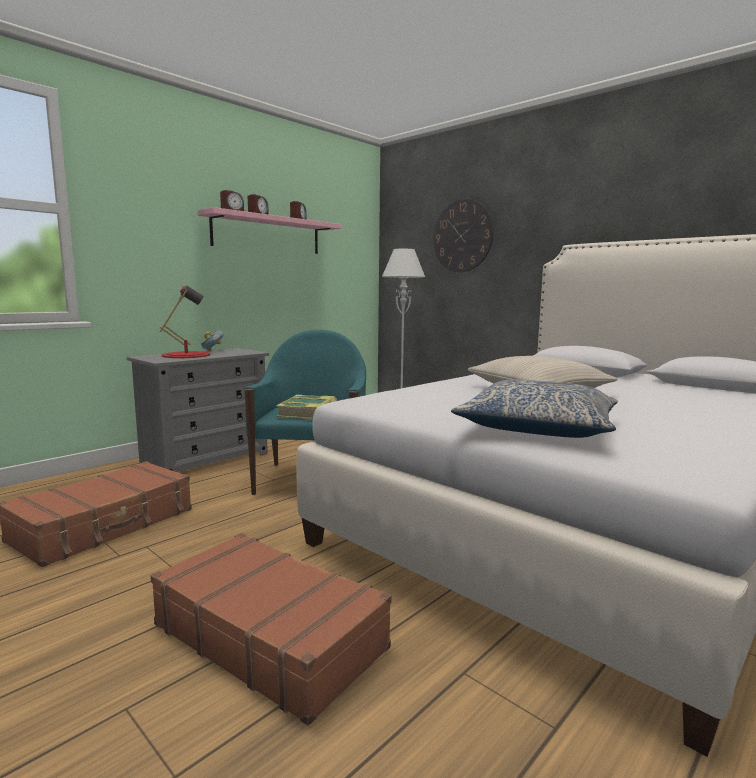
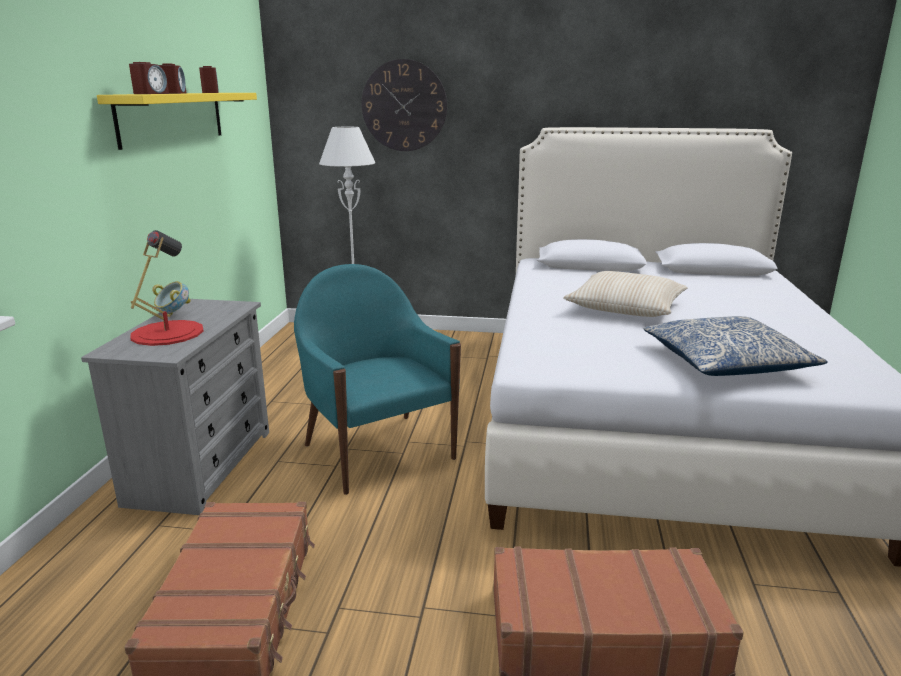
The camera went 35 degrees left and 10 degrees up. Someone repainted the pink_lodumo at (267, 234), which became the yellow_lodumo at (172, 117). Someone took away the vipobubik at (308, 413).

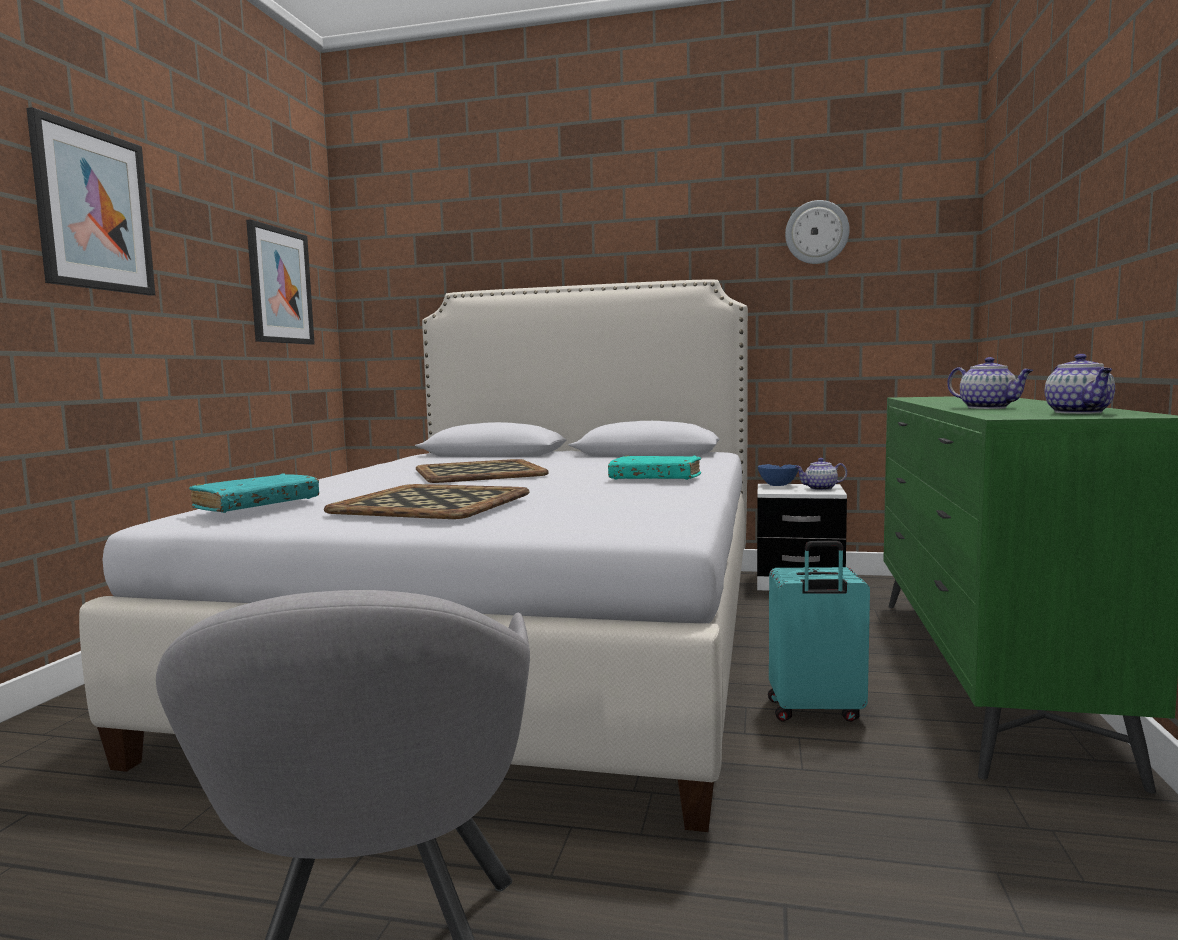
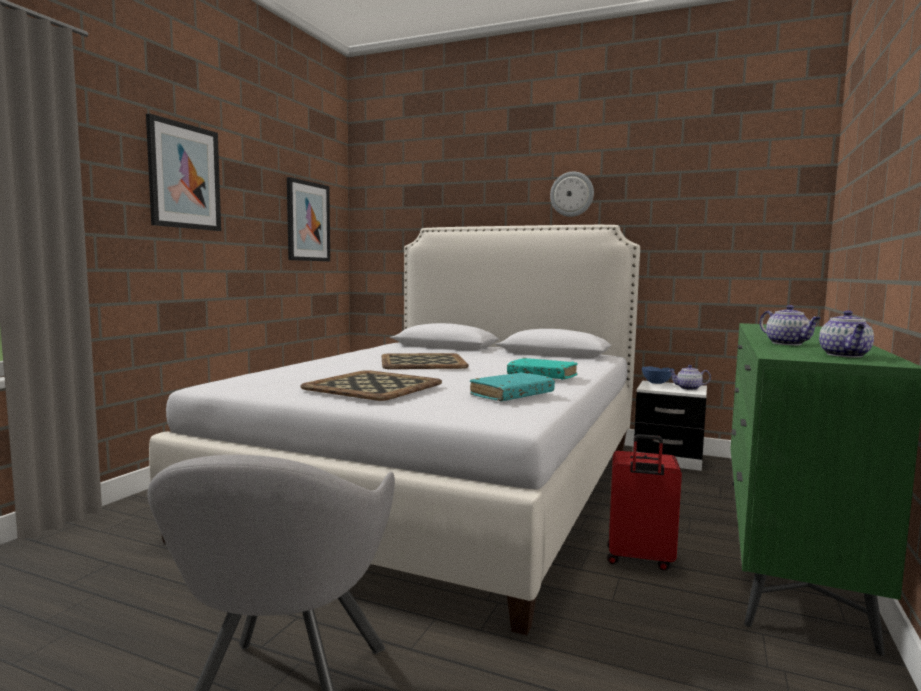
The camera went 10 degrees right and 0 degrees up. Someone carried the turquoise_vipobubik from (257, 505) to (512, 395). Someone repainted the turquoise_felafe at (815, 711), which became the red_felafe at (639, 559). Someone carried the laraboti from (816, 232) to (572, 194).

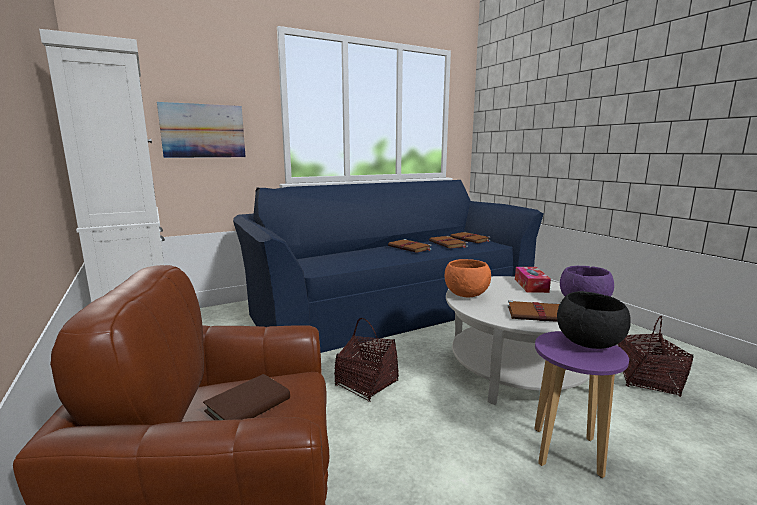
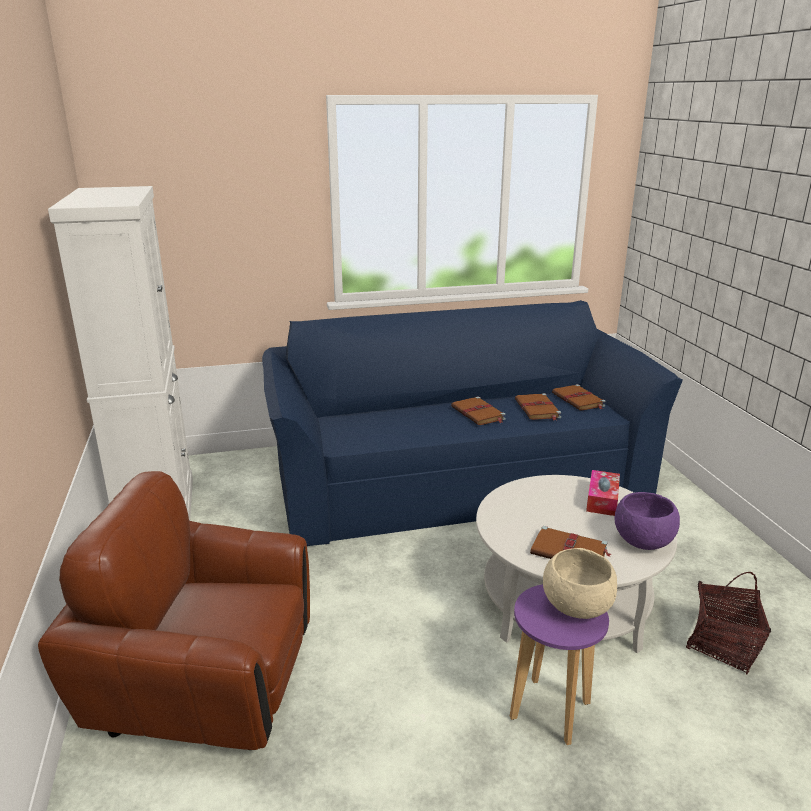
The camera went 15 degrees right and 10 degrees up. Someone took away the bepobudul at (203, 131). Someone took away the brown_vipobubik at (248, 405). Someone took away the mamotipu at (366, 383). Someone took away the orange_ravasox at (466, 295). Someone repainted the black_ravasox at (588, 344), which became the beige_ravasox at (576, 608).

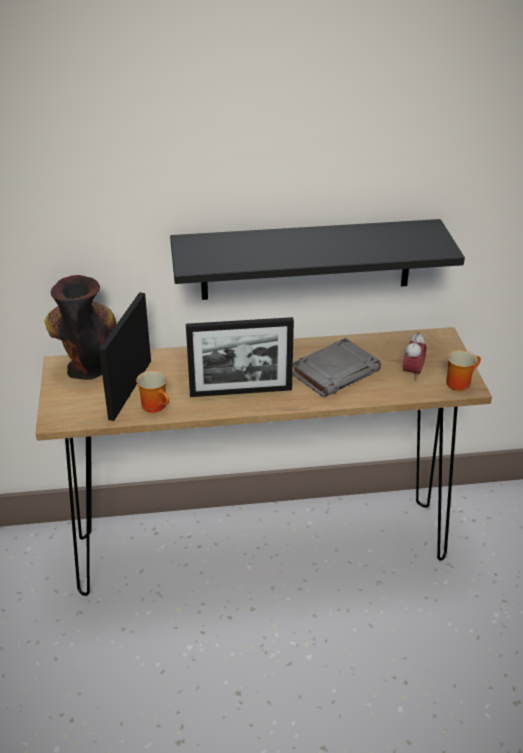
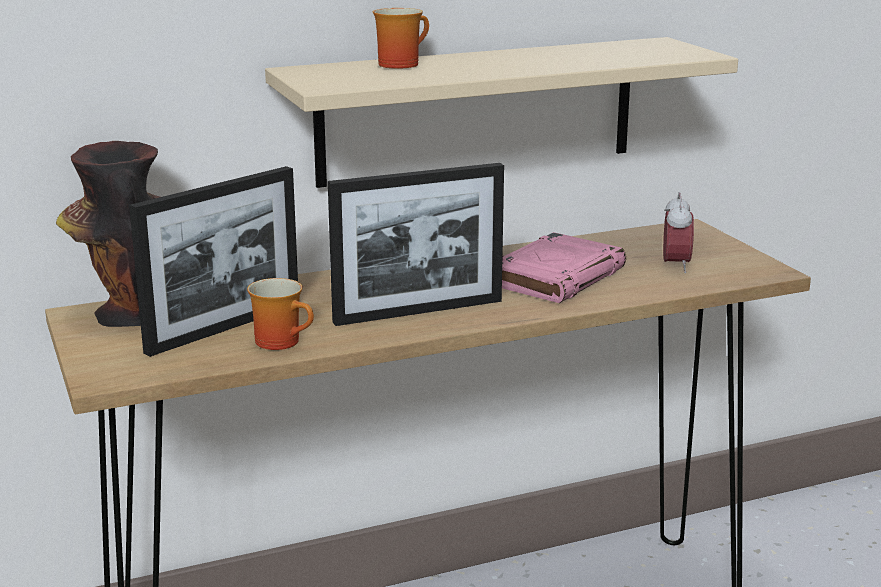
The camera went 15 degrees left and 15 degrees down. Someone rotated the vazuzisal at (130, 389) by 135 degrees counterclockwise. Someone repainted the black_lodumo at (306, 259), which became the beige_lodumo at (478, 110). Someone repainted the grey_vipobubik at (335, 372), which became the pink_vipobubik at (557, 277). Someone carried the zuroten from (459, 382) to (399, 64).

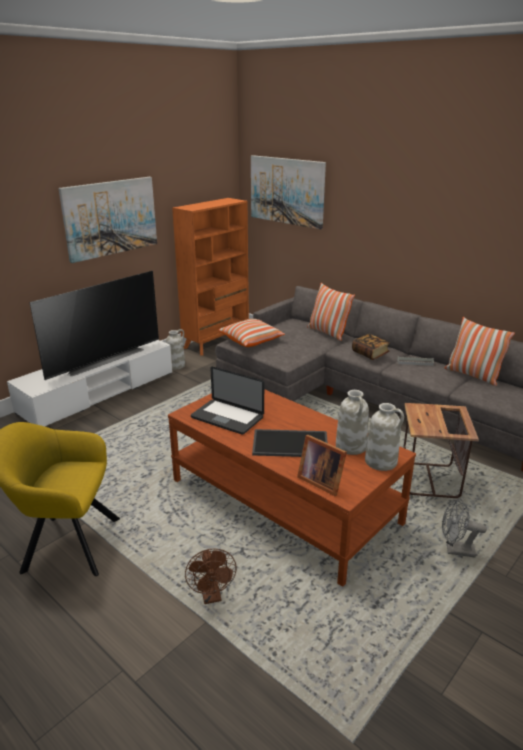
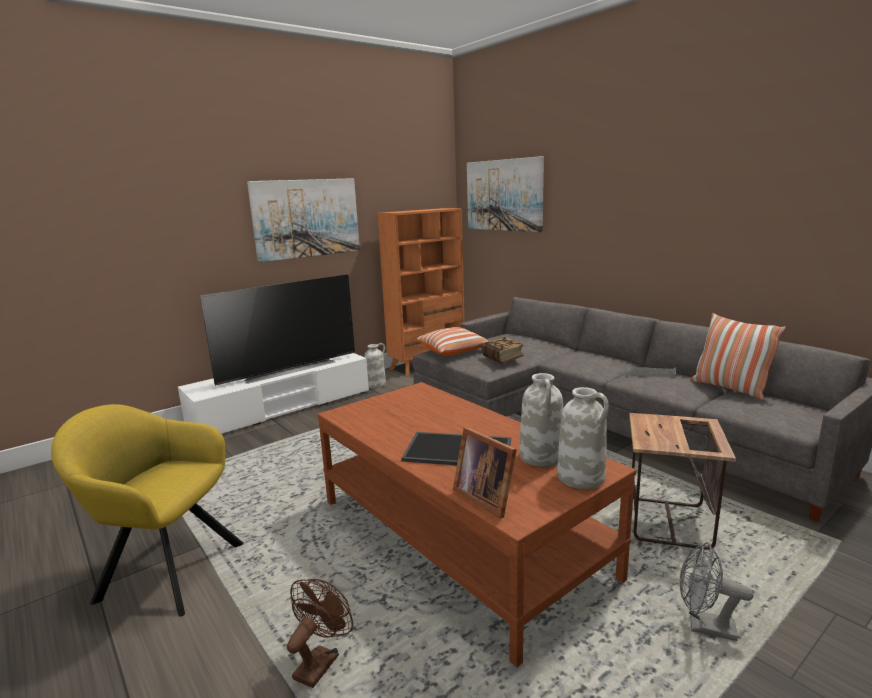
The camera went 10 degrees right and 10 degrees down. Someone rotated the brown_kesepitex at (212, 596) by 150 degrees counterclockwise. Someone took away the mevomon at (227, 417). Someone took away the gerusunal at (327, 333). Someone carried the vipobubik from (370, 353) to (502, 359).

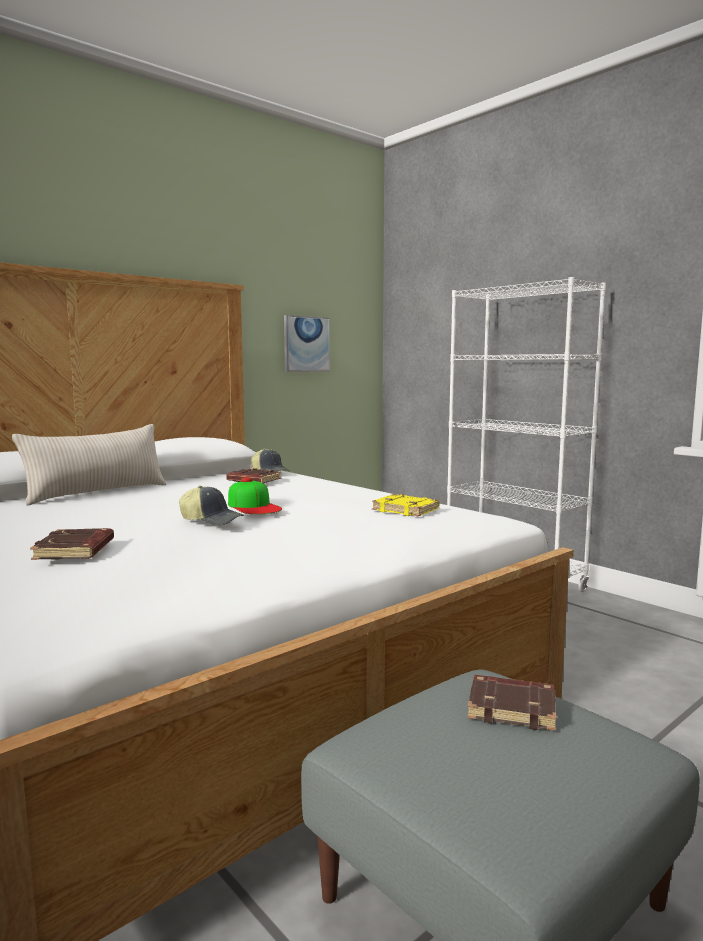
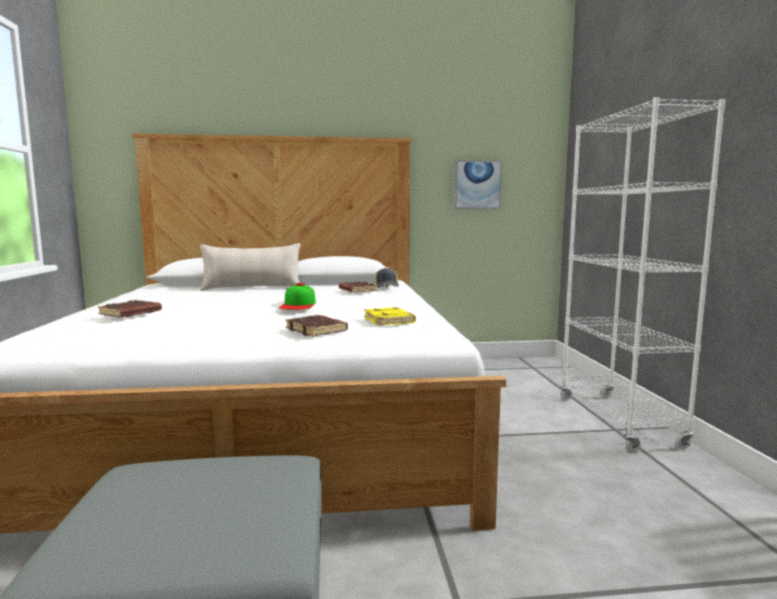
The camera went 35 degrees right and 0 degrees up. Someone took away the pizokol at (212, 520). Someone carried the brown_vipobubik from (513, 708) to (317, 330).

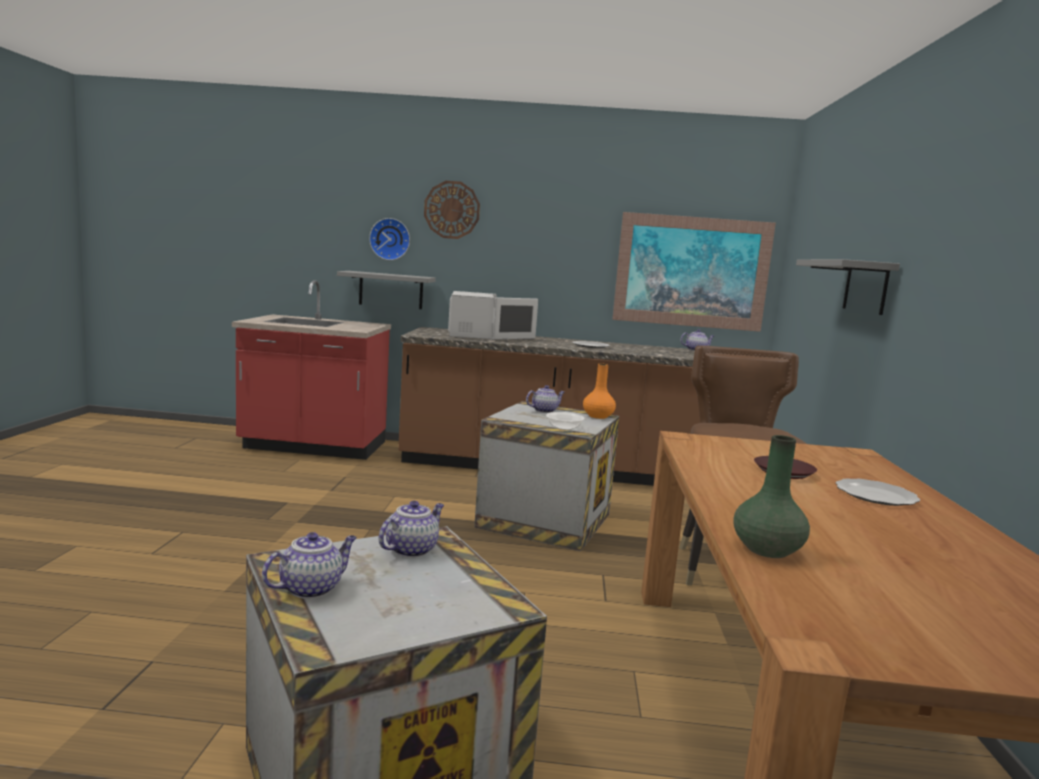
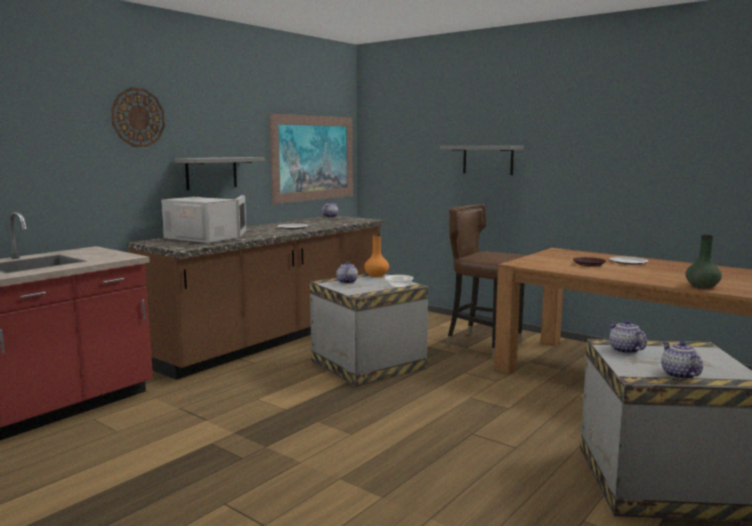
The camera went 55 degrees left and 0 degrees up. Someone carried the grey_lodumo from (391, 290) to (211, 173). Someone took away the laraboti at (390, 239).

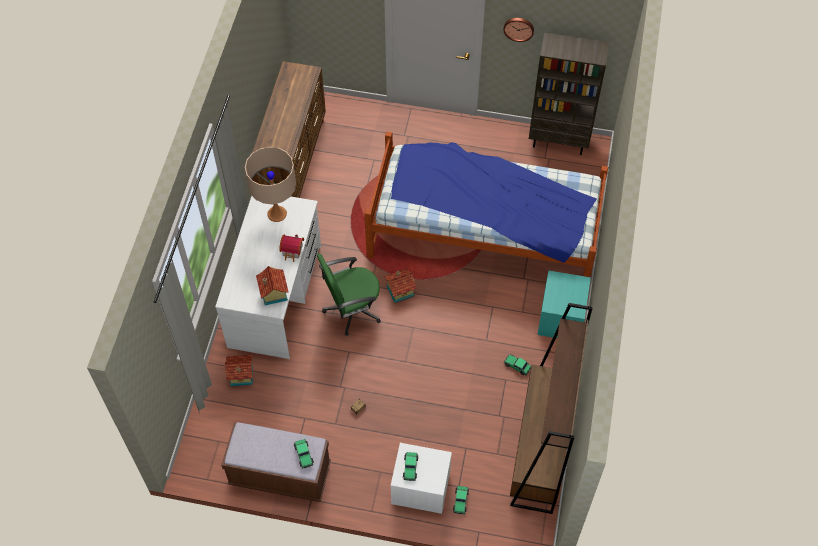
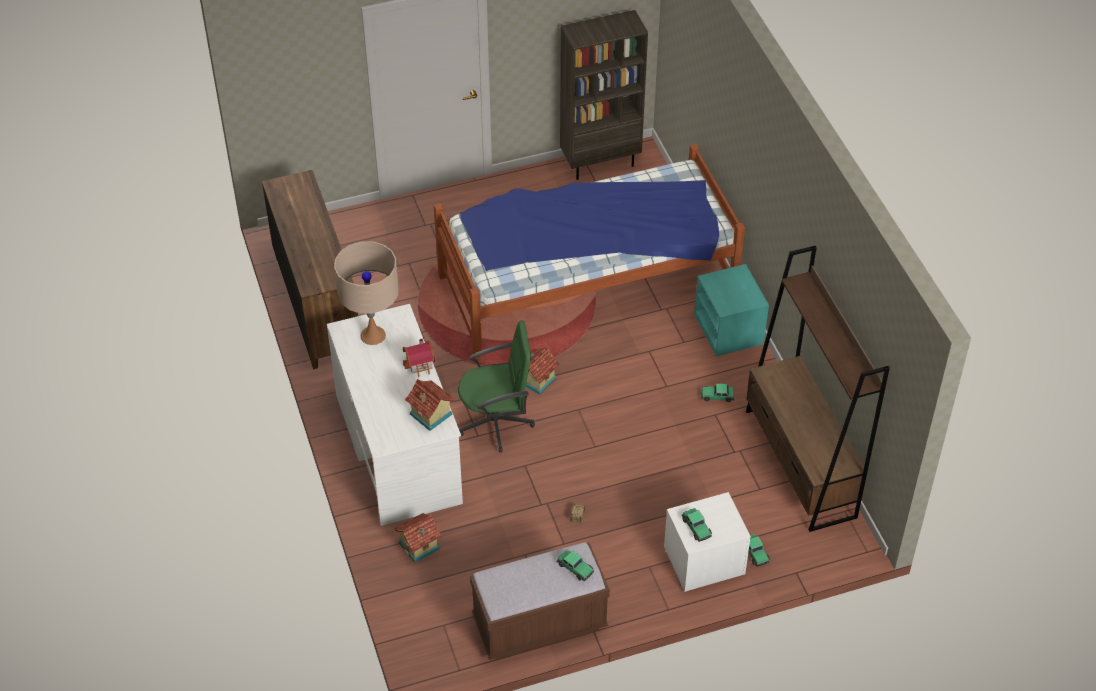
The camera went 30 degrees left and 10 degrees down. Someone rotated the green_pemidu at (352, 309) by 135 degrees counterclockwise. Someone took away the laraboti at (518, 28).

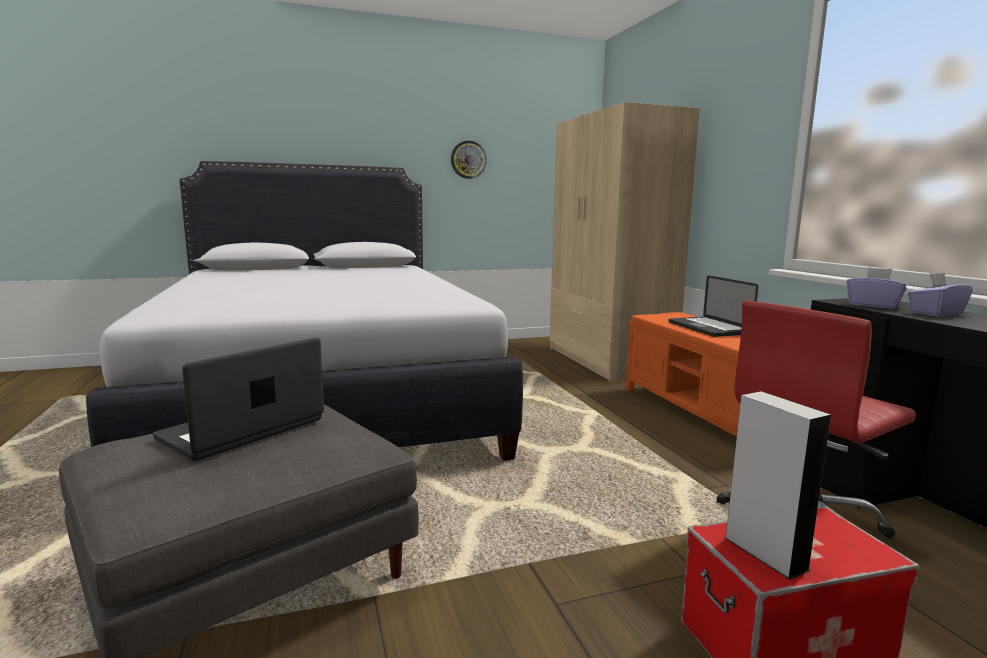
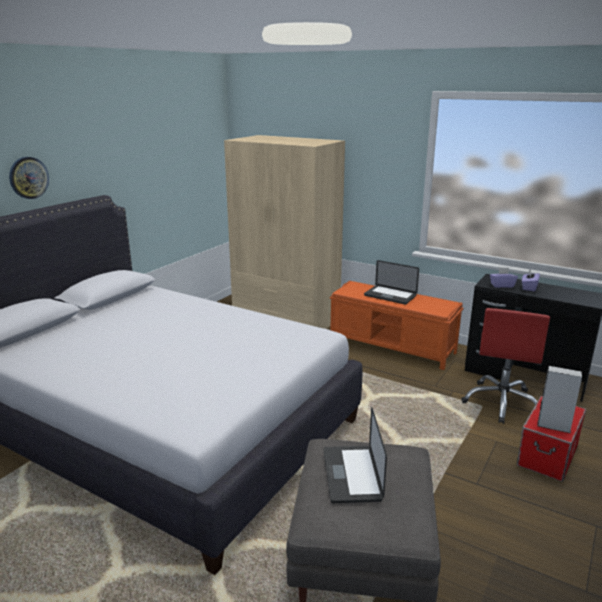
The camera went 40 degrees left and 10 degrees up. Someone carried the laraboti from (468, 159) to (28, 177).

